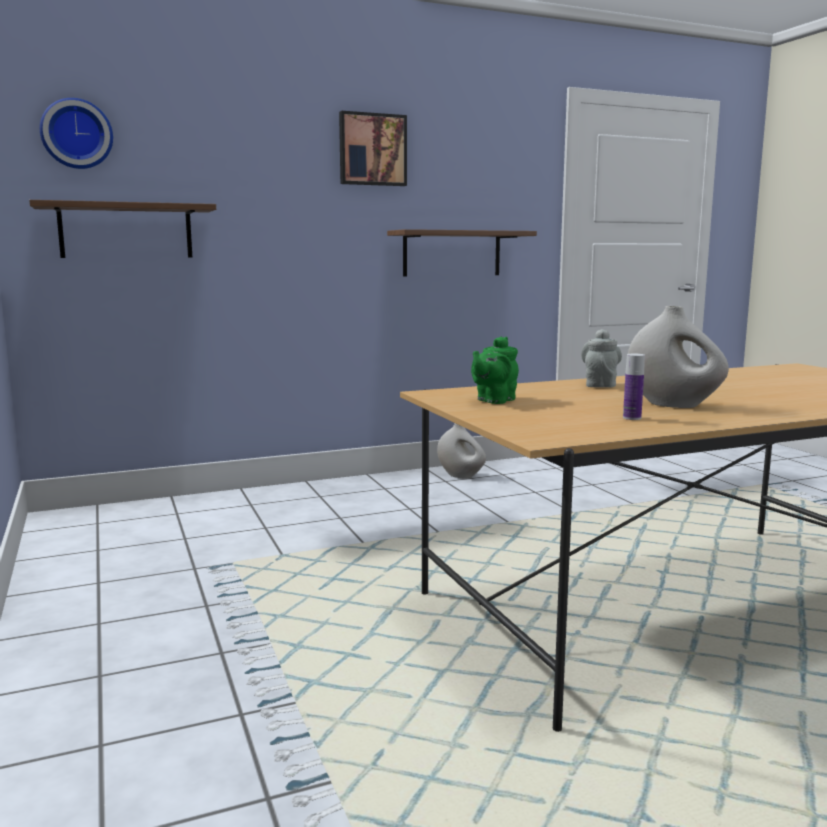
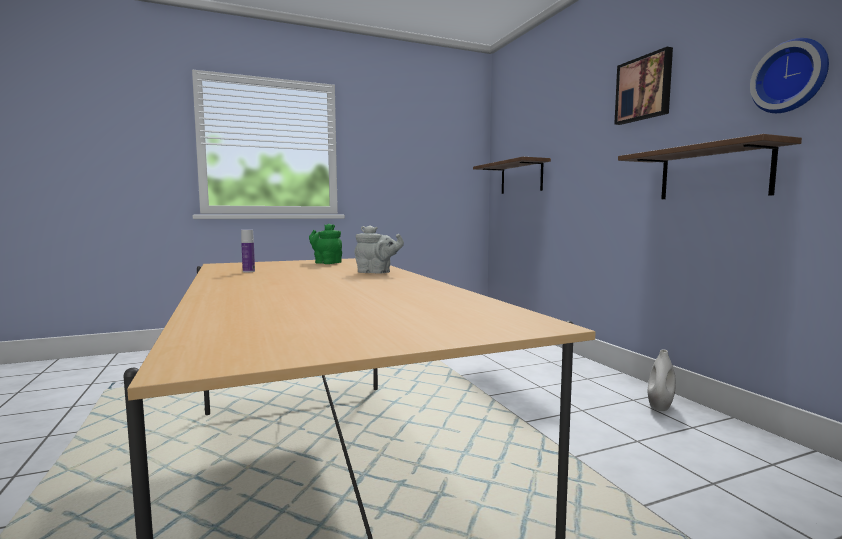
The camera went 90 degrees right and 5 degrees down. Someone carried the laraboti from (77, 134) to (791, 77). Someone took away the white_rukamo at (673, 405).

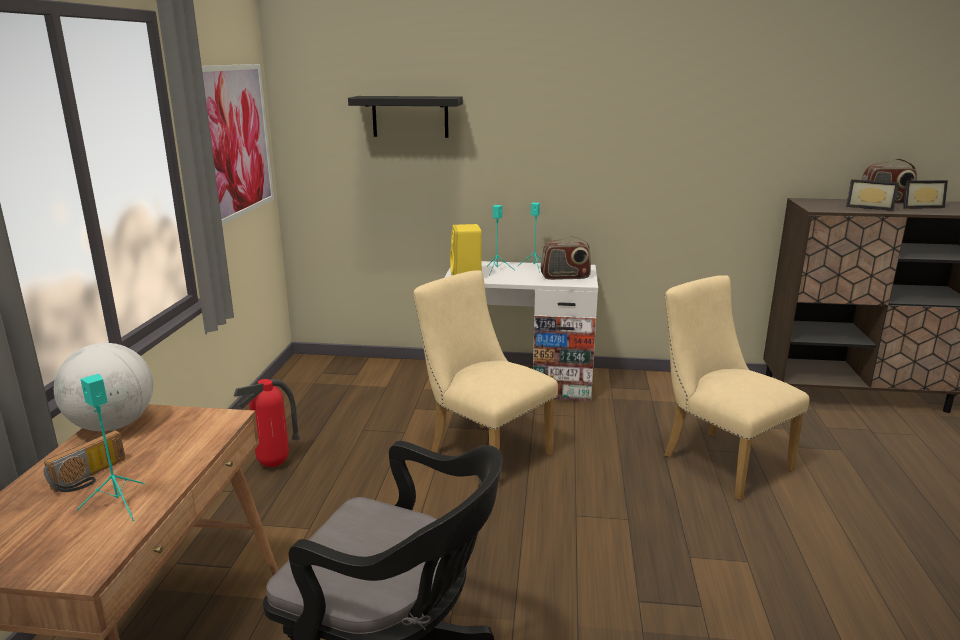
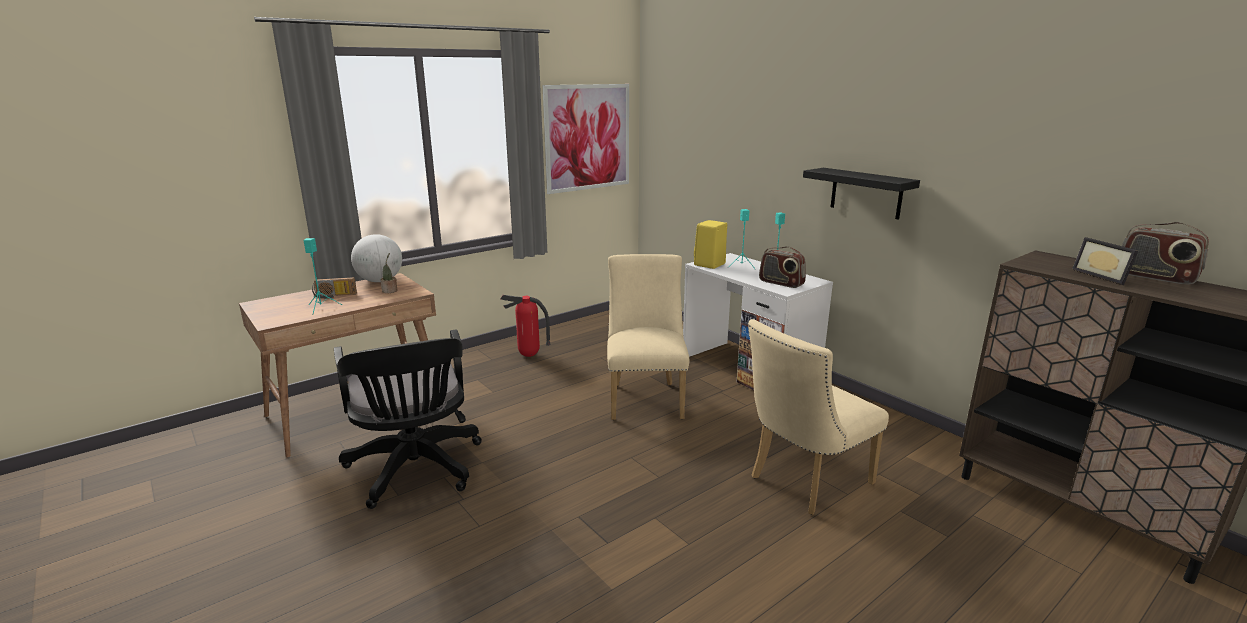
The camera went 45 degrees right and 0 degrees up. Someone carried the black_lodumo from (410, 116) to (866, 193). Someone rotated the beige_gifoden at (718, 460) by 135 degrees counterclockwise. Someone took away the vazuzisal at (919, 207). Someone put down the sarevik at (390, 291).

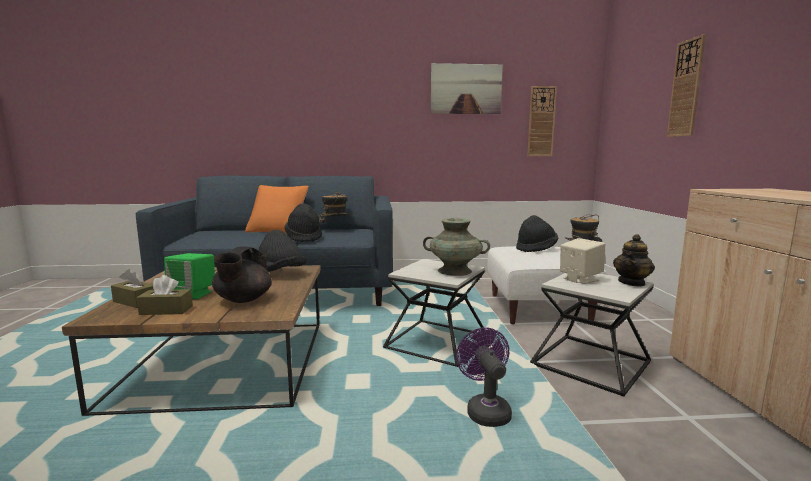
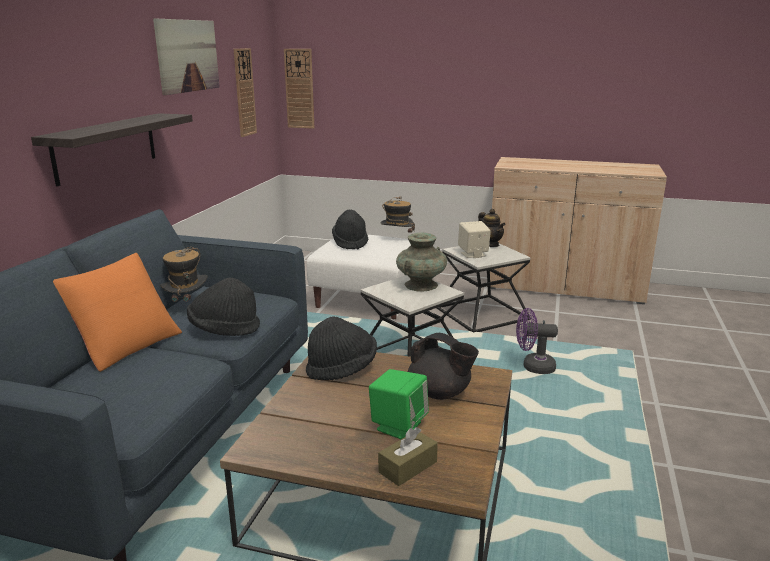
The camera went 70 degrees left and 10 degrees up. Someone took away the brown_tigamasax at (166, 310). Someone carried the laraboti from (686, 88) to (299, 89). Someone put up the lodumo at (106, 147).

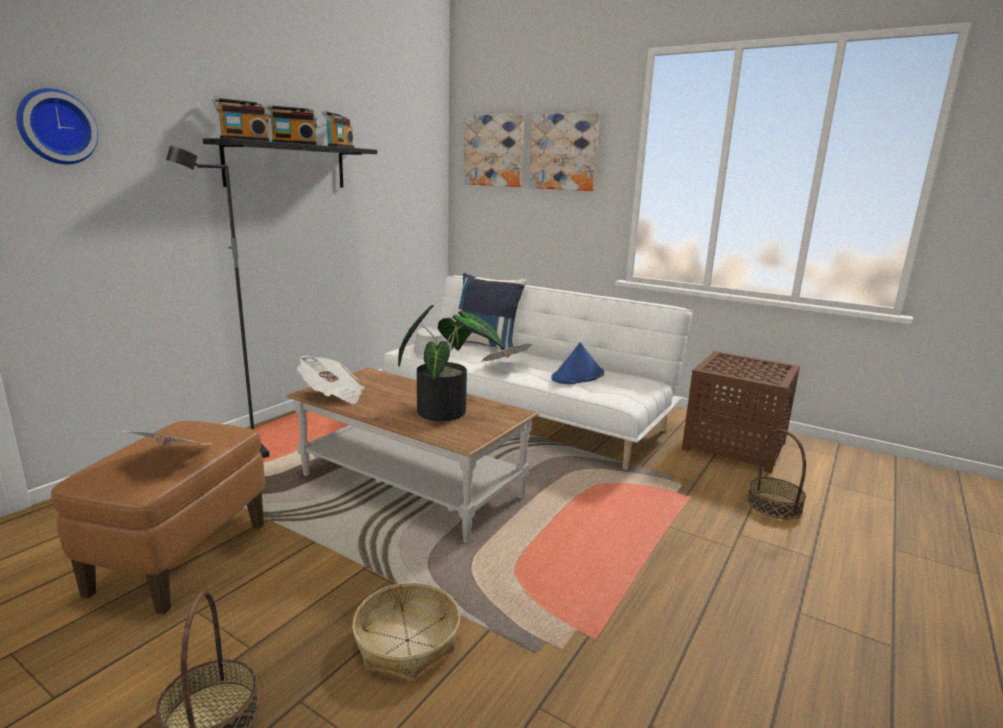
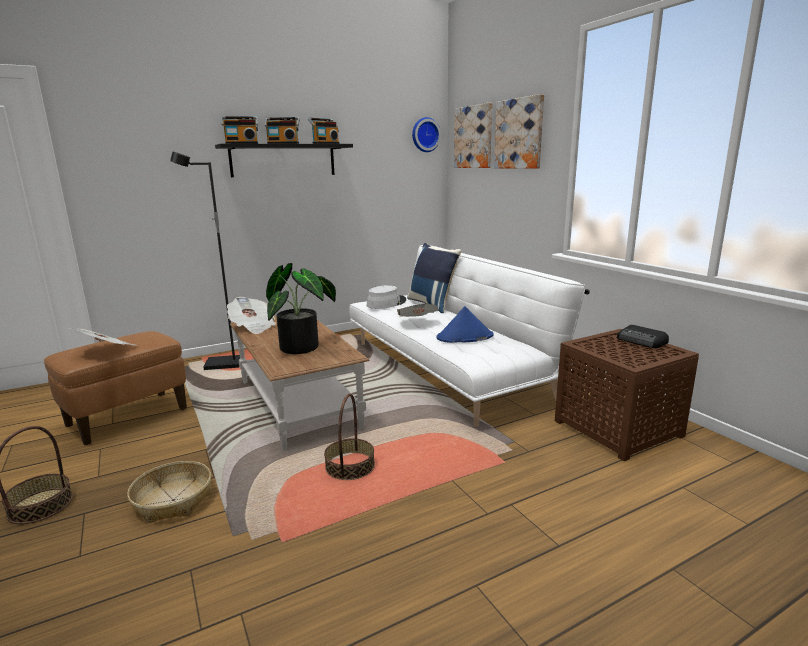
The camera went 30 degrees right and 0 degrees up. Someone carried the laraboti from (55, 127) to (425, 135). Someone carried the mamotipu from (774, 505) to (350, 466). Someone put down the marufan at (642, 341).

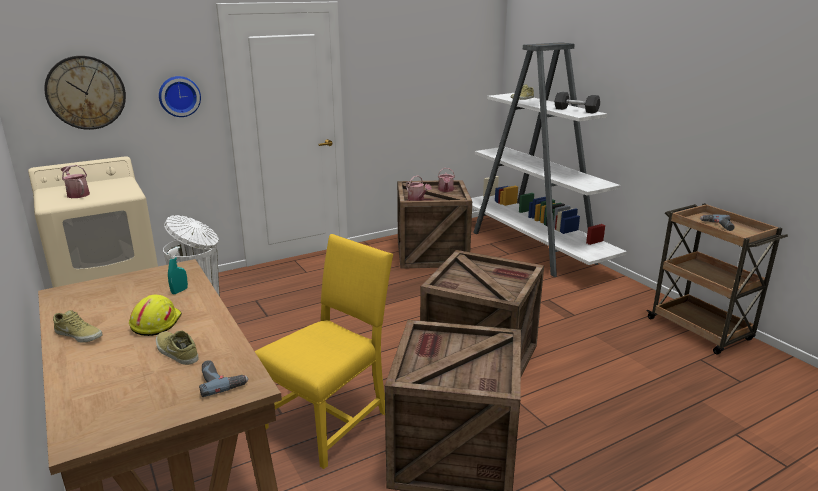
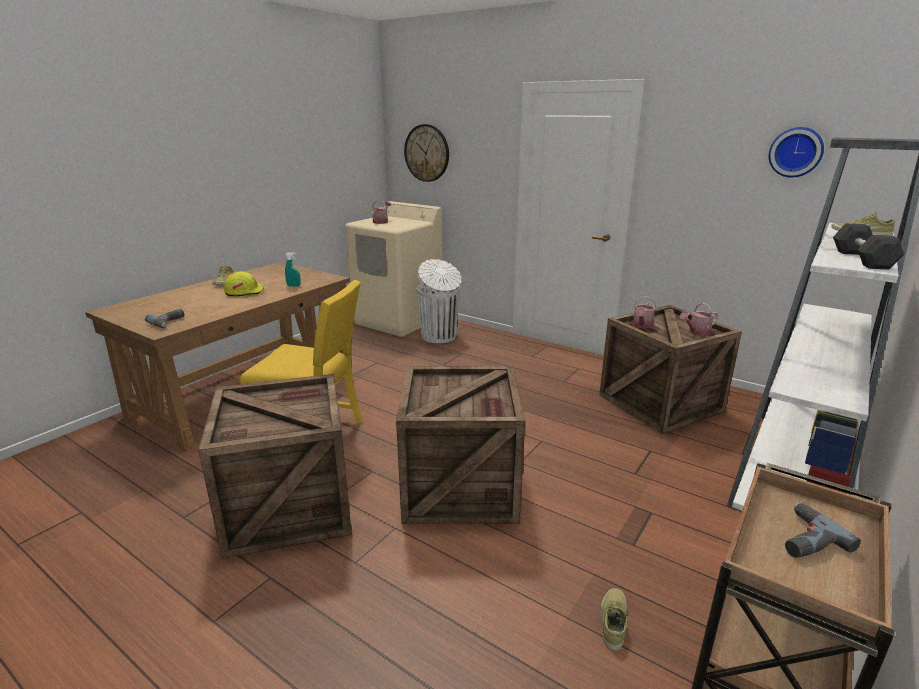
The camera went 65 degrees right and 0 degrees up. Someone carried the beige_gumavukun from (176, 352) to (612, 621). Someone carried the laraboti from (179, 96) to (796, 152).

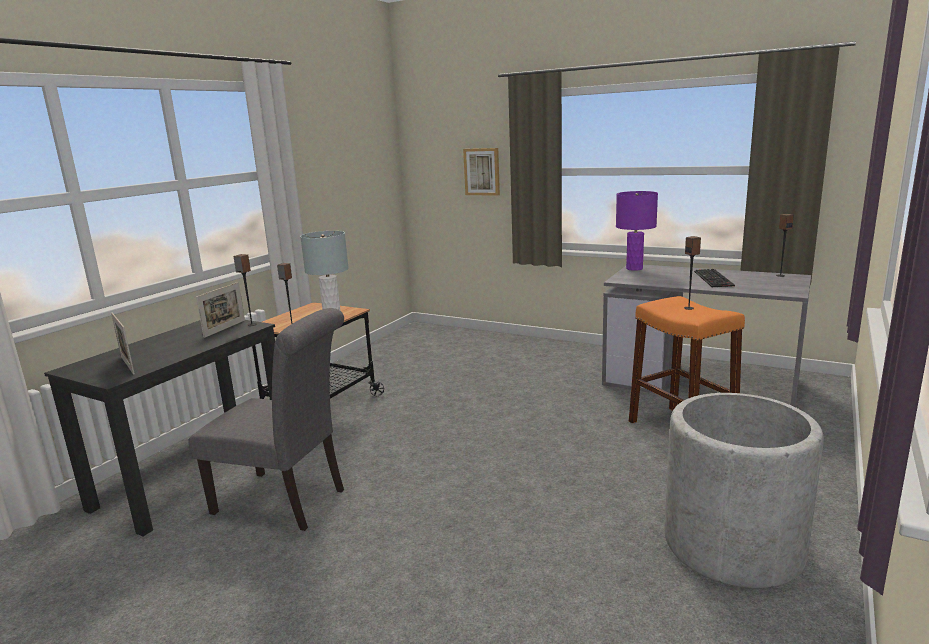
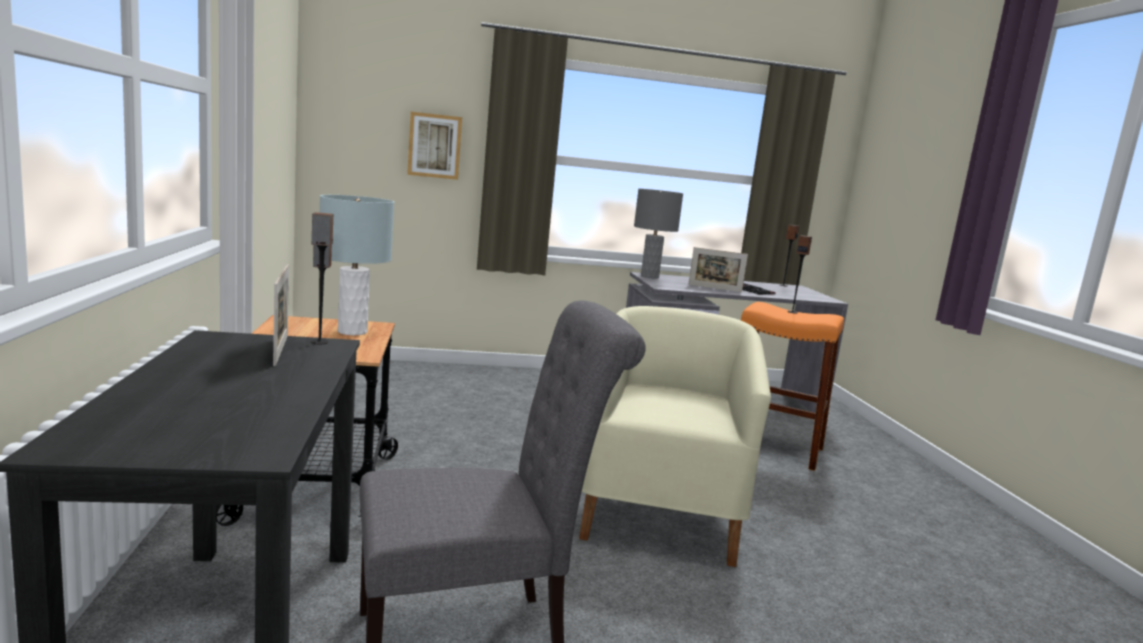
The camera went 40 degrees left and 5 degrees down. Someone carried the vazuzisal from (127, 365) to (714, 288). Someone repainted the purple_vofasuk at (634, 268), which became the grey_vofasuk at (650, 276). Someone took away the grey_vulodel at (732, 545). Someone put down the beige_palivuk at (660, 516).

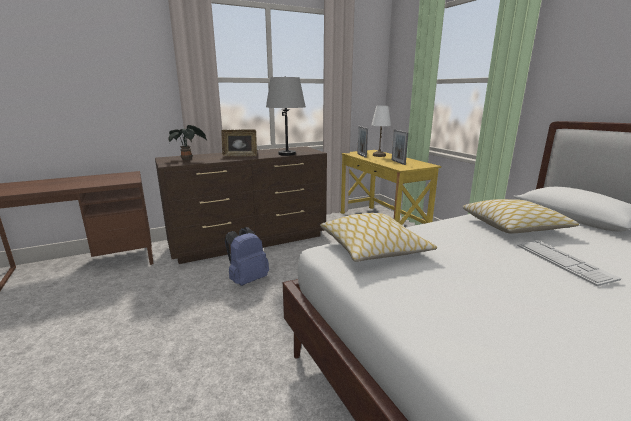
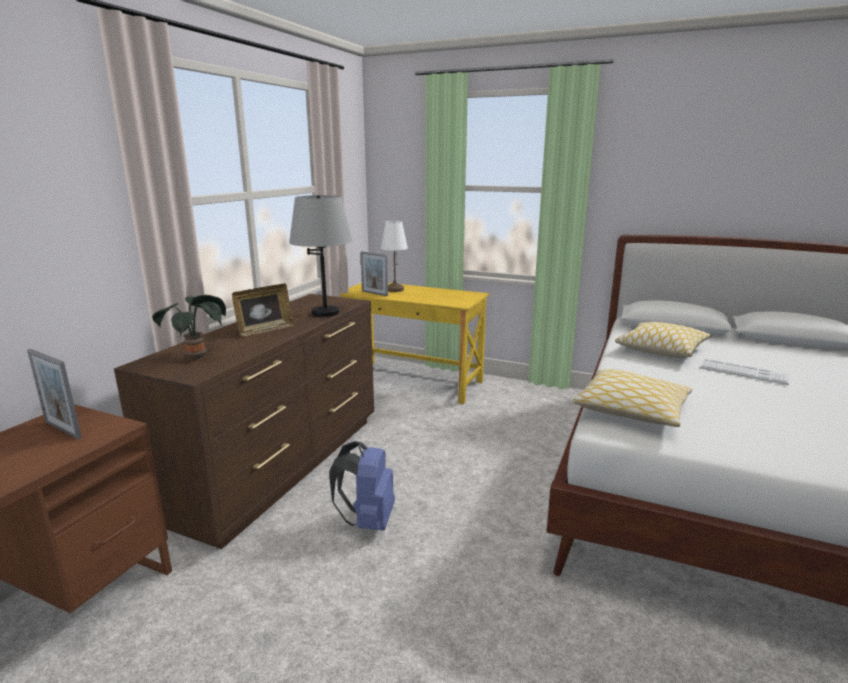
The camera went 40 degrees left and 0 degrees up. Someone carried the vazuzisal from (398, 162) to (62, 430).

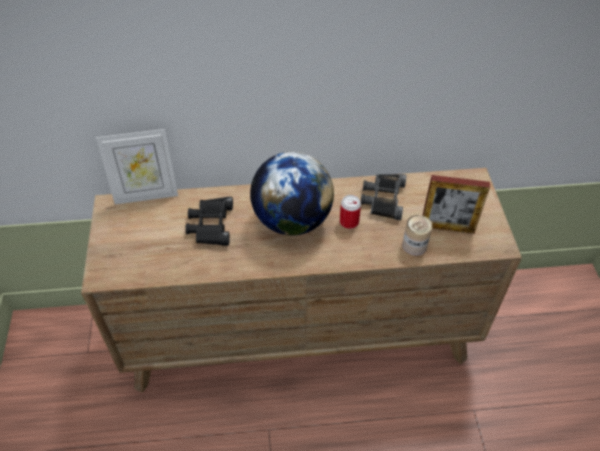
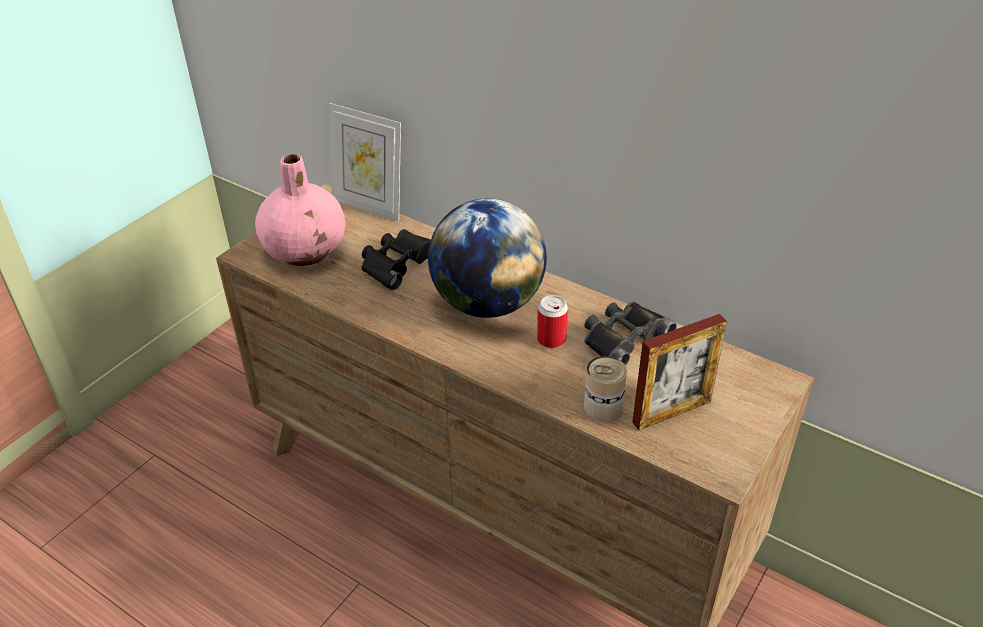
The camera went 40 degrees right and 10 degrees down. Someone rotated the vazuzisal at (447, 227) by 75 degrees counterclockwise. Someone put down the pink_rukamo at (306, 251).

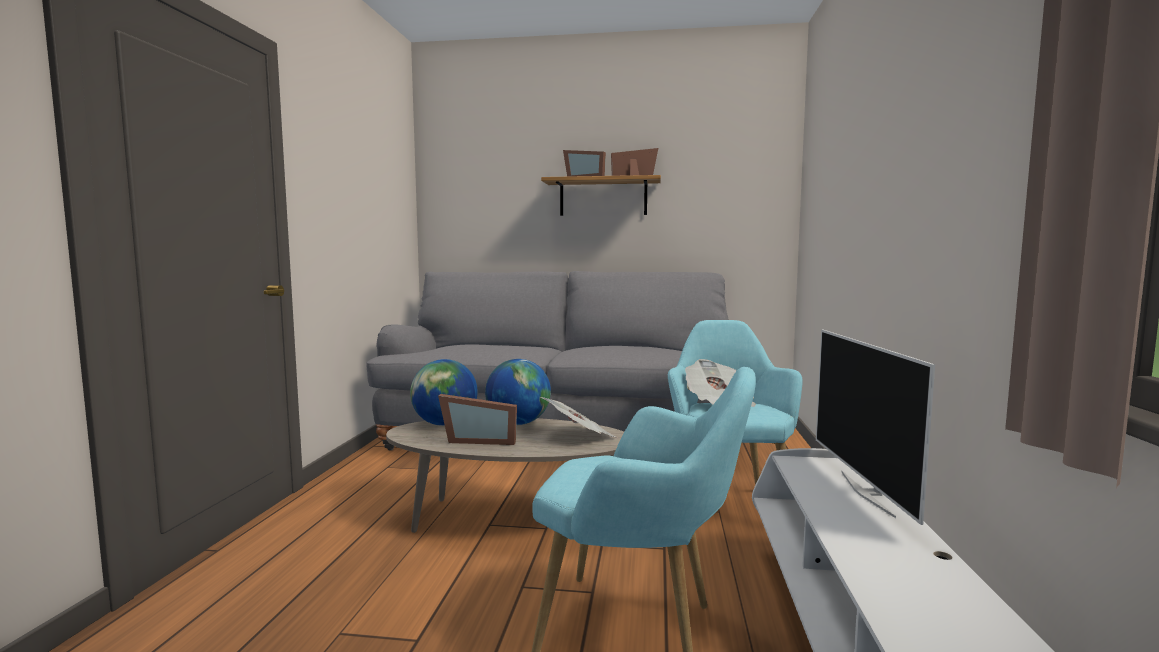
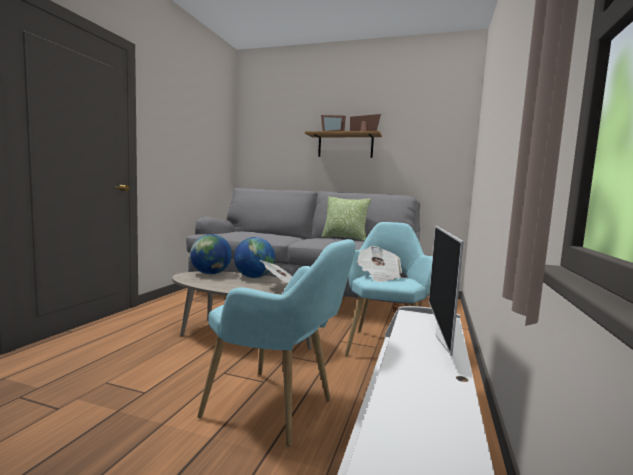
The camera went 10 degrees right and 0 degrees up. Someone took away the vazuzisal at (480, 440). Someone put down the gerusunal at (344, 238).

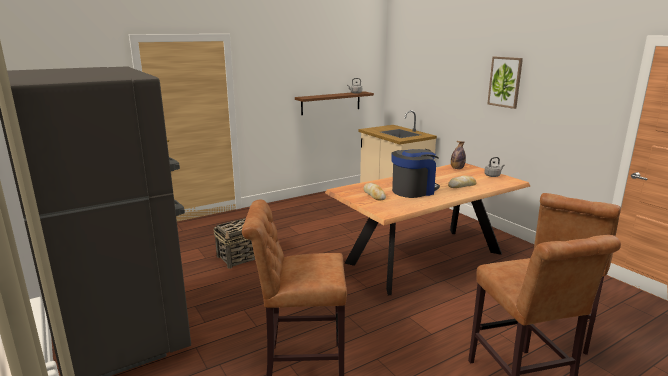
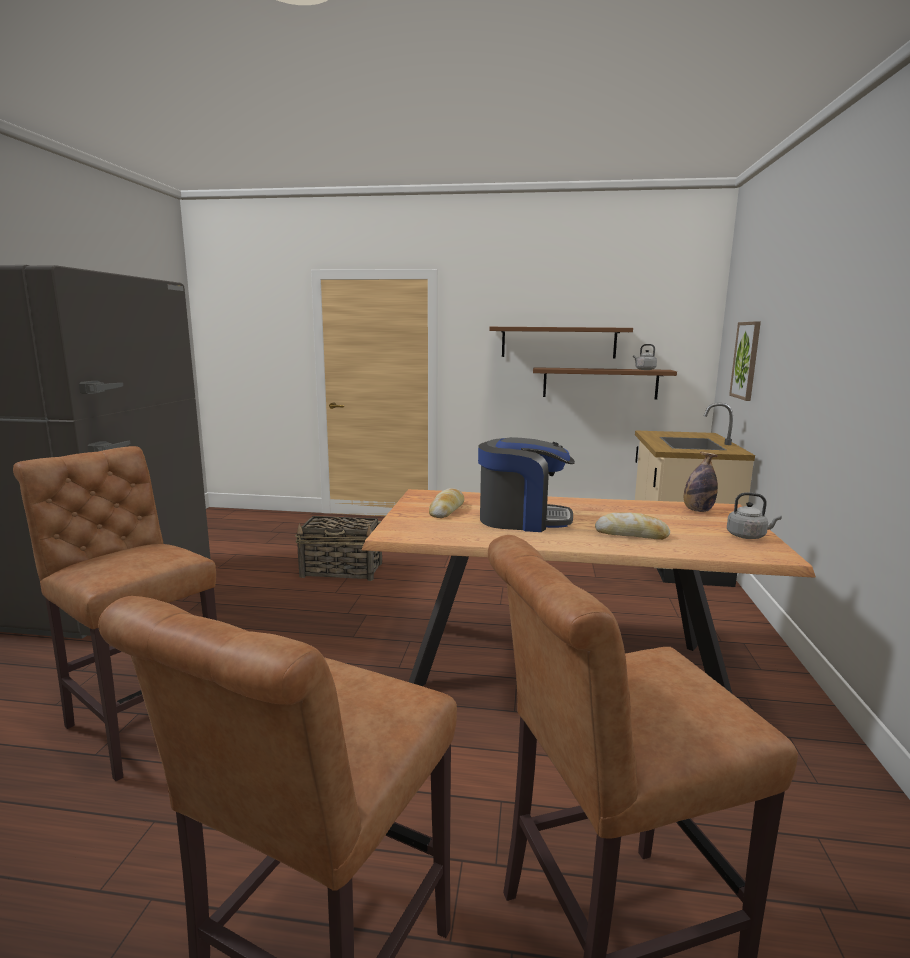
The camera went 40 degrees right and 5 degrees down. Someone carried the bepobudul from (505, 82) to (746, 360). Someone put up the brown_lodumo at (558, 342).

